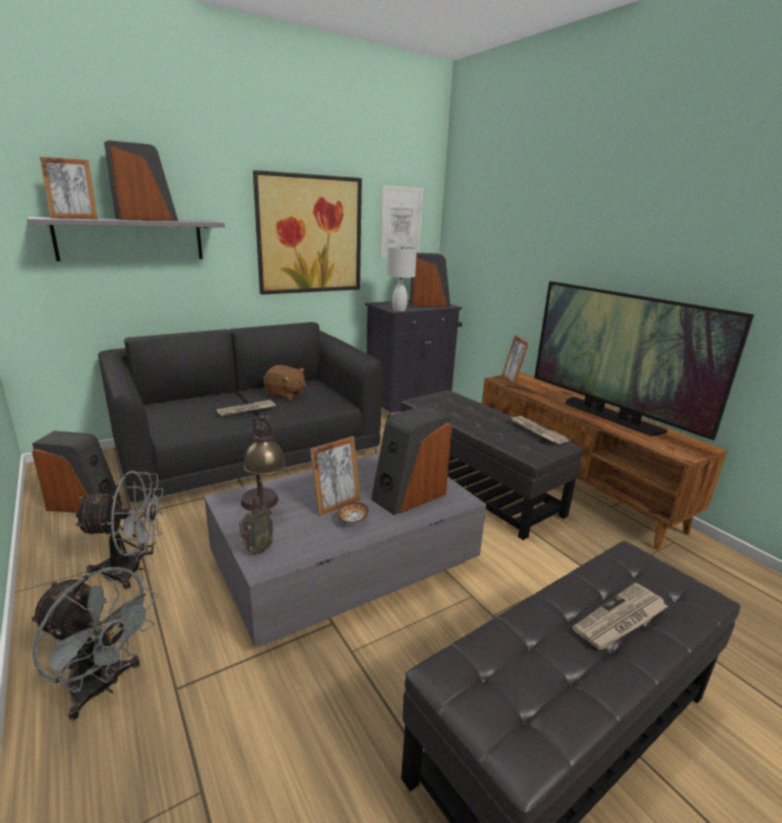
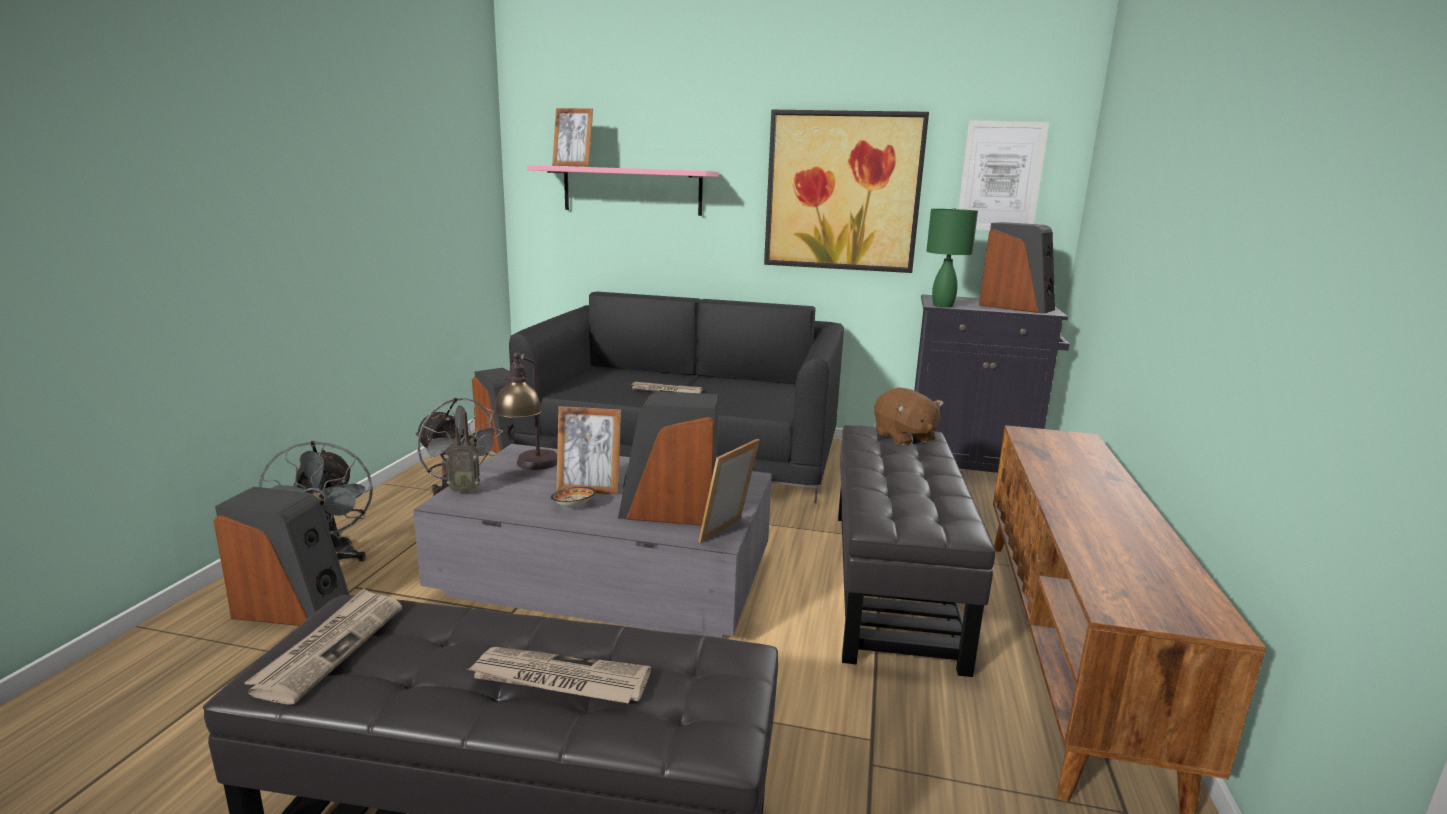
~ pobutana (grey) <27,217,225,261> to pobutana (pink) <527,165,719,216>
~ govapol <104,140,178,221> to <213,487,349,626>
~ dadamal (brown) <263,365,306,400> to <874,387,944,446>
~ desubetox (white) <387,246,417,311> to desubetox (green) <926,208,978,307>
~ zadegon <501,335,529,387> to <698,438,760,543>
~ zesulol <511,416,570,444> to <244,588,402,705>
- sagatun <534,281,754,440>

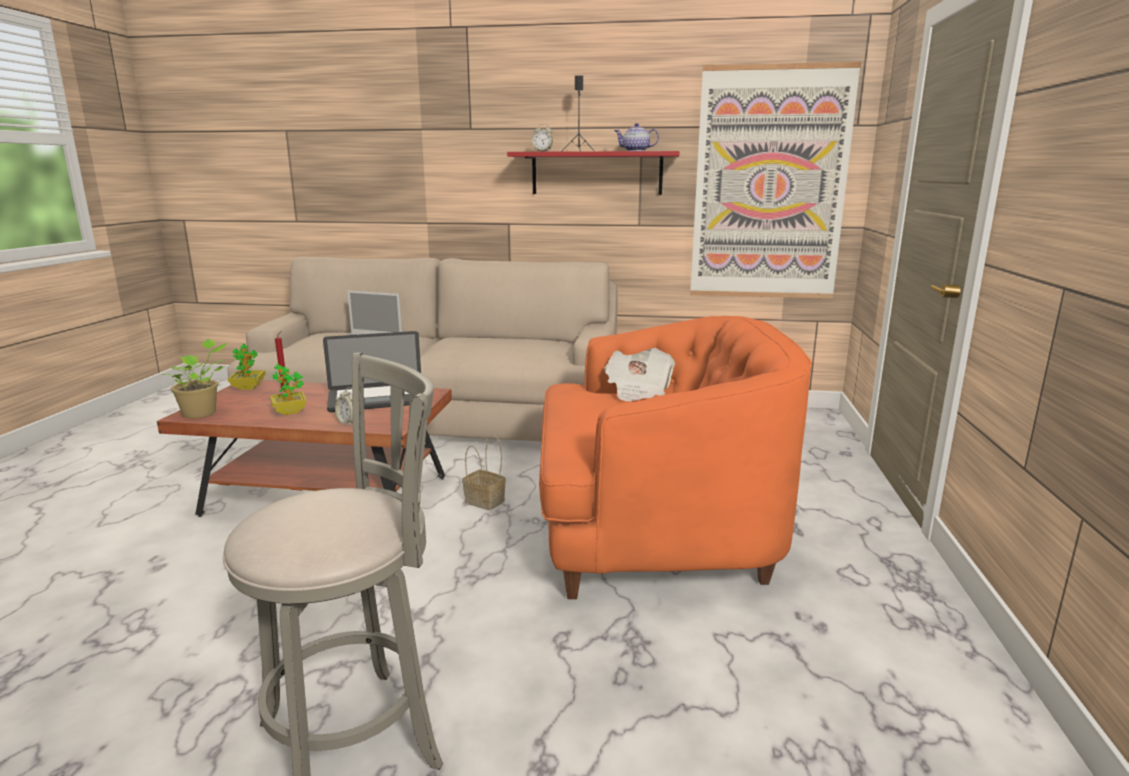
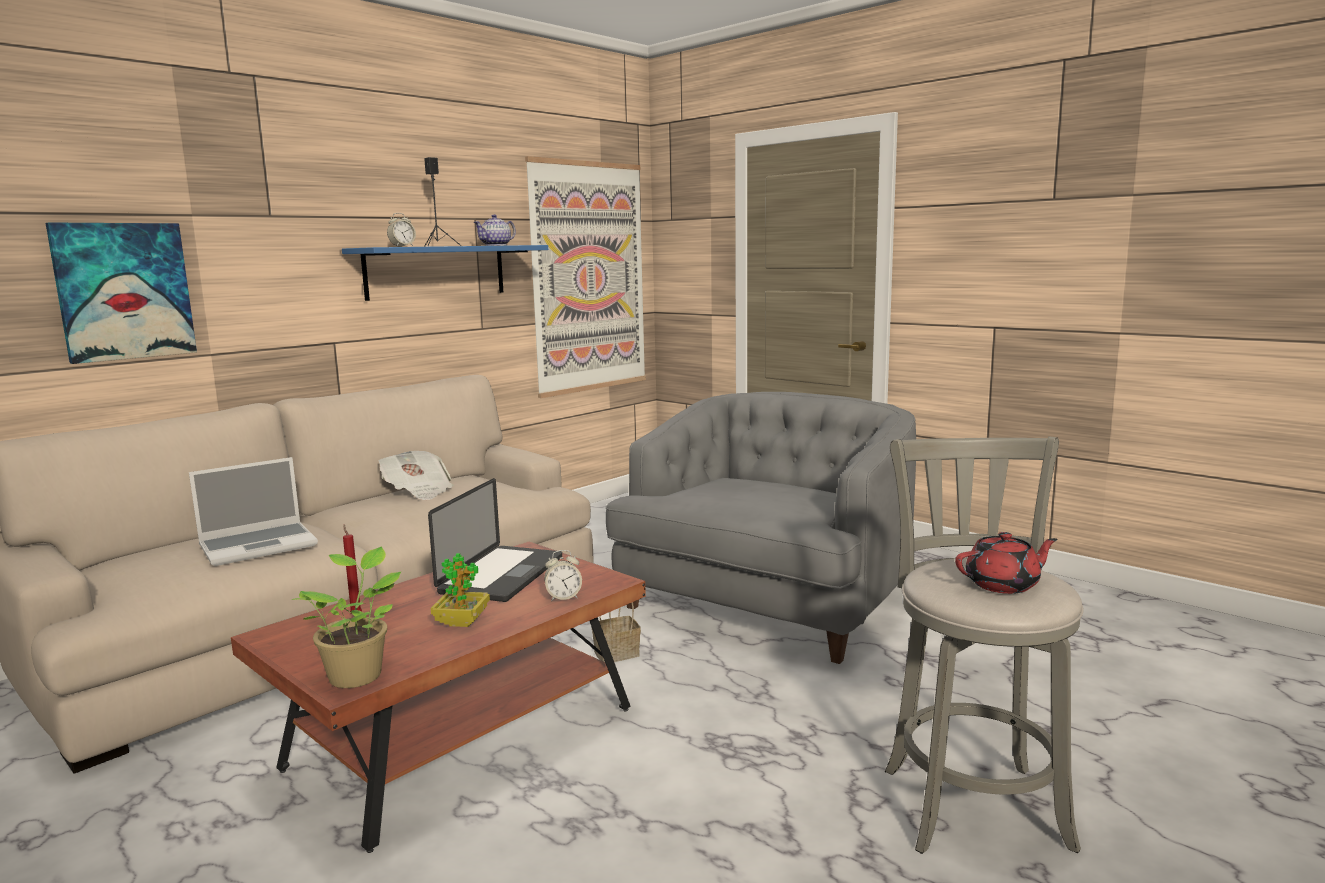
- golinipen <228,344,265,390>
~ pobutana (red) <507,151,679,195> to pobutana (blue) <342,245,548,301>
~ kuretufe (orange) <539,316,812,599> to kuretufe (grey) <606,392,916,664>
~ zesulol <604,348,675,401> to <378,451,454,500>
+ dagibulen <46,222,197,364>
+ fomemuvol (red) <955,532,1058,594>

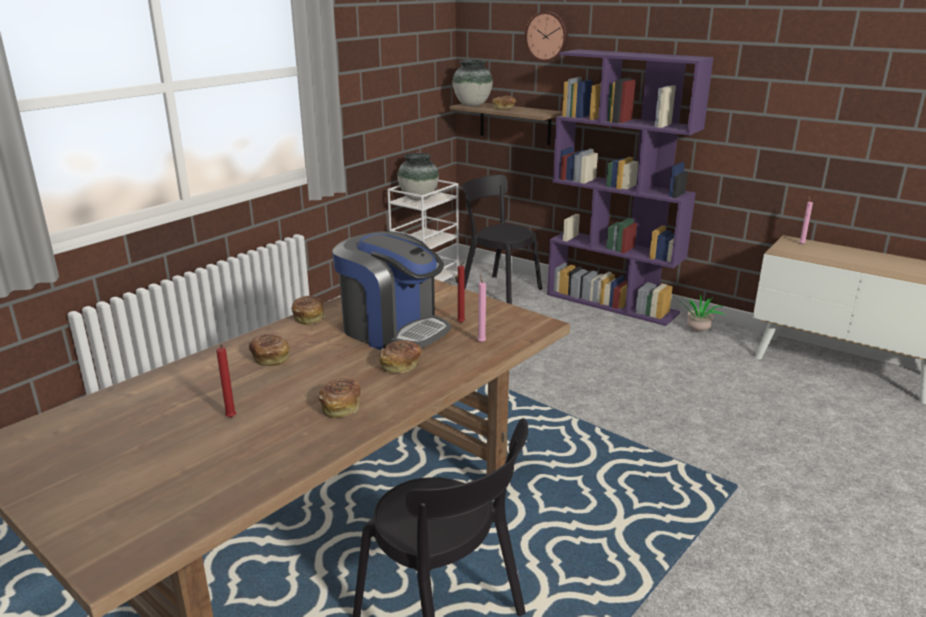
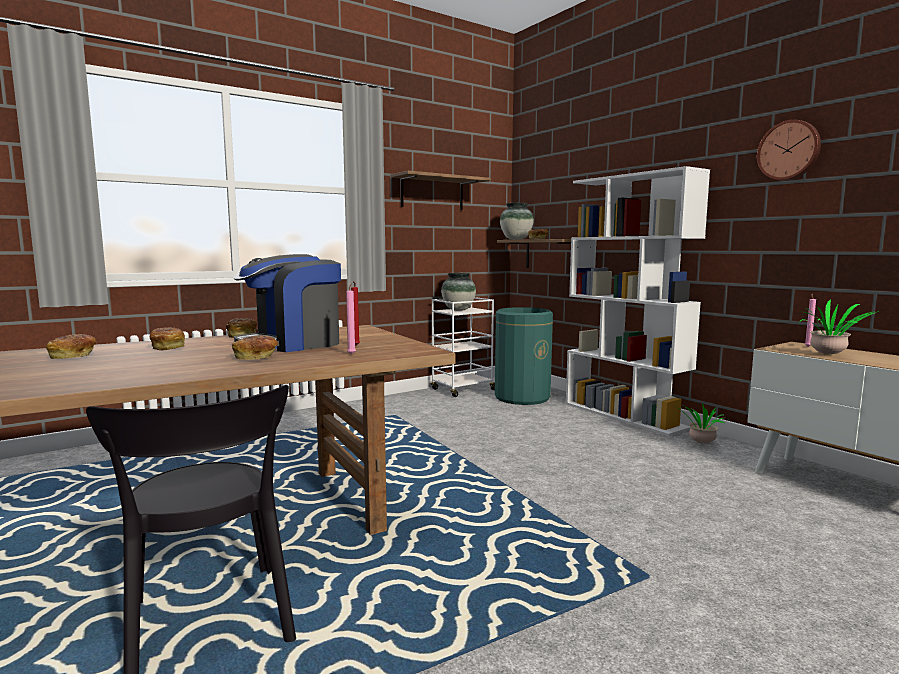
- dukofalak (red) <216,345,236,418>
~ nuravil <318,378,360,418> to <46,334,97,359>
~ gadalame <332,232,451,350> = <234,254,341,352> 90 degrees clockwise
~ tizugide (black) <462,175,542,304> to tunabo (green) <495,307,553,405>
~ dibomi <524,11,568,62> to <757,120,821,180>
~ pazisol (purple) <547,49,714,326> to pazisol (white) <566,166,710,436>
+ pobutana <390,171,491,210>
+ golinipen <799,299,879,354>

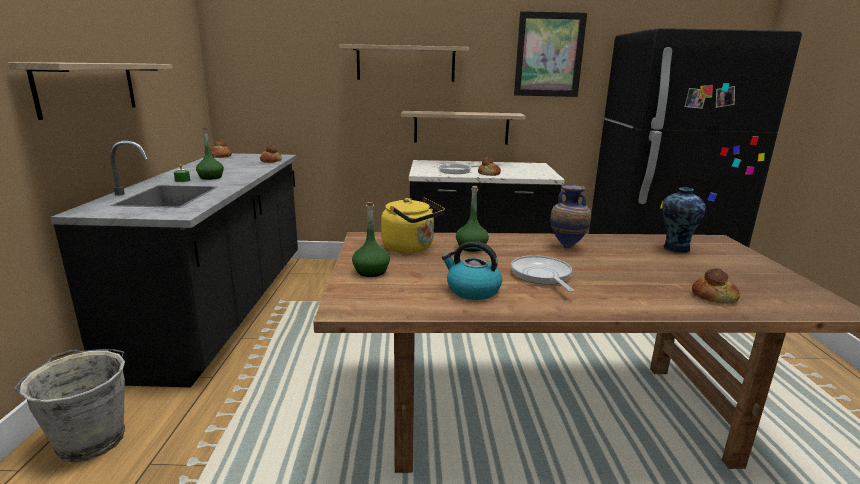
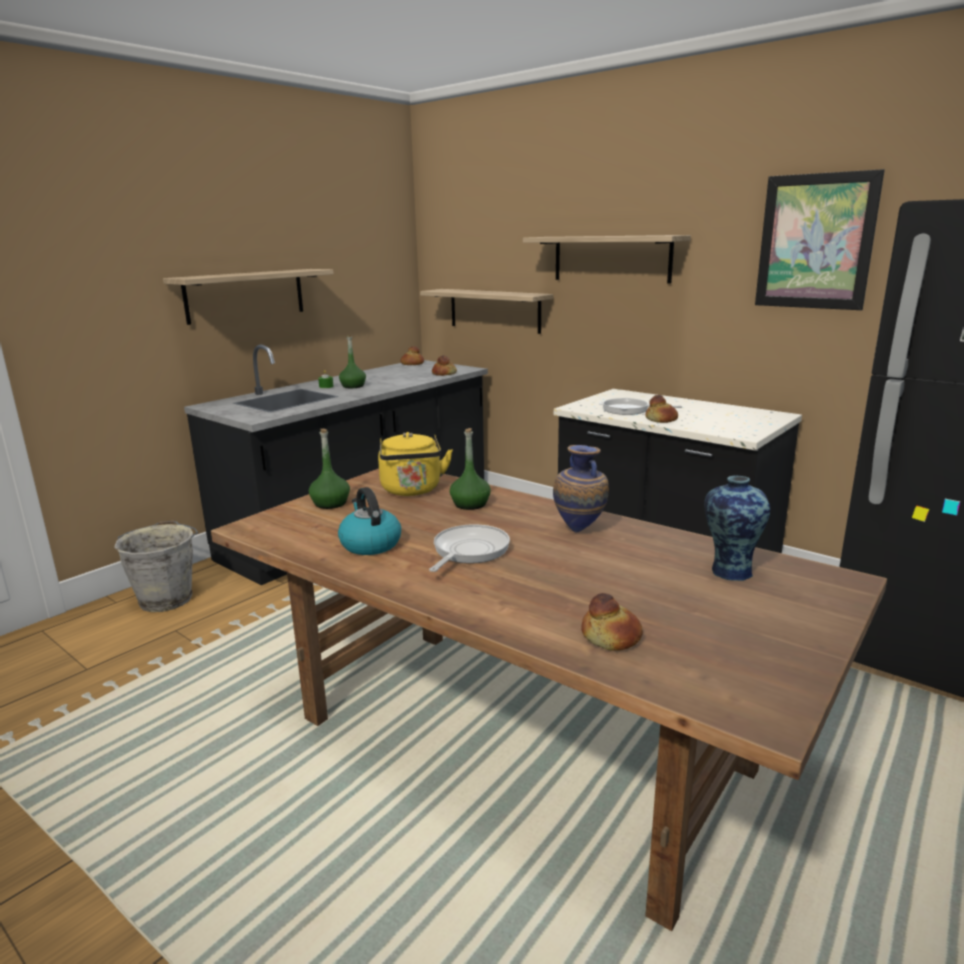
~ pobutana <401,111,526,145> to <420,289,554,334>

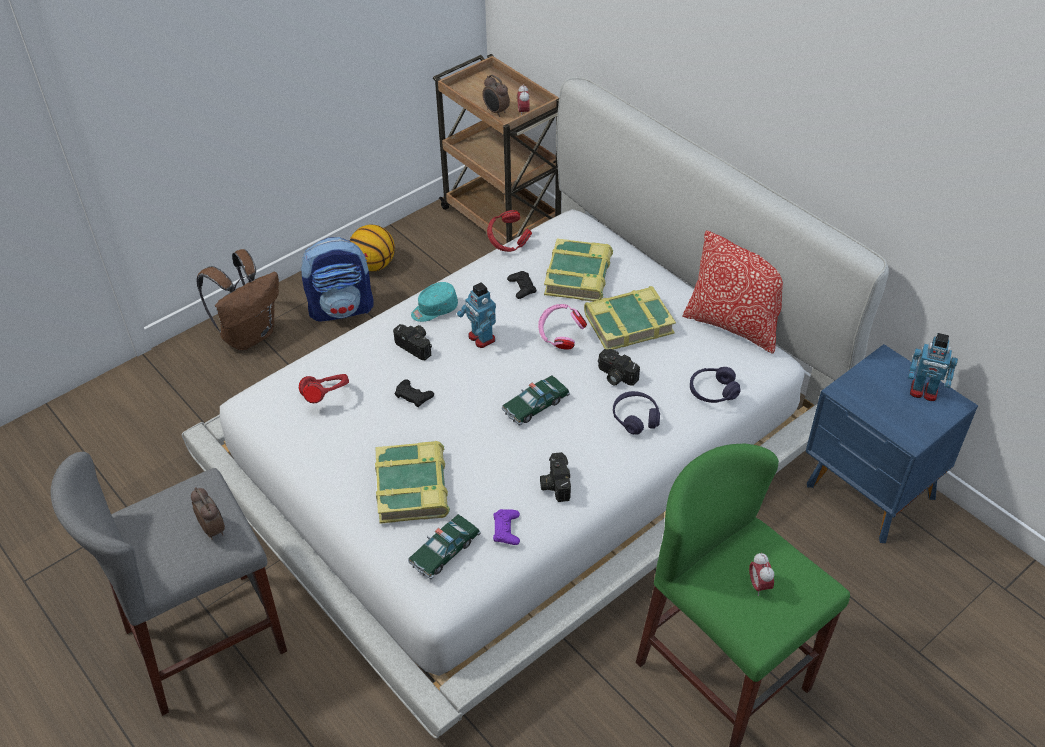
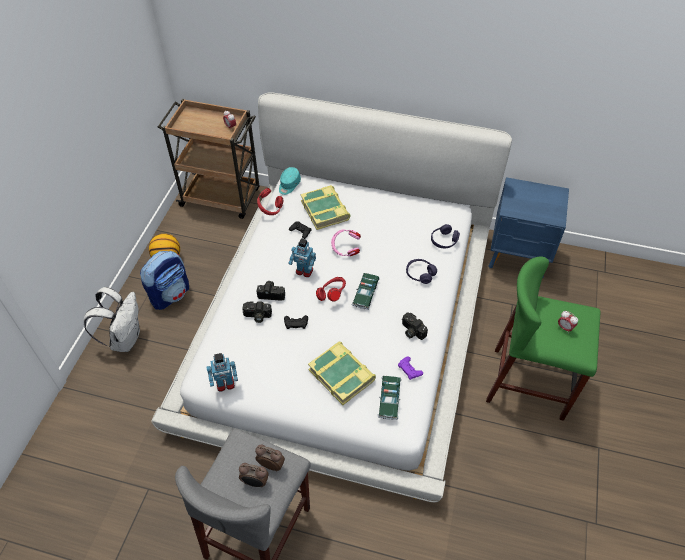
~ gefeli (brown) <197,249,279,350> to gefeli (white) <84,287,140,352>
~ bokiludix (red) <299,374,349,403> to <316,277,346,301>
~ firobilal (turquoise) <411,282,458,322> to <279,167,301,195>
~ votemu <482,75,510,117> to <239,463,269,488>
- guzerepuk <584,286,676,350>
~ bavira <598,349,640,386> to <242,302,272,323>
- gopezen <682,231,783,354>
~ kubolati <908,333,958,401> to <207,353,238,392>

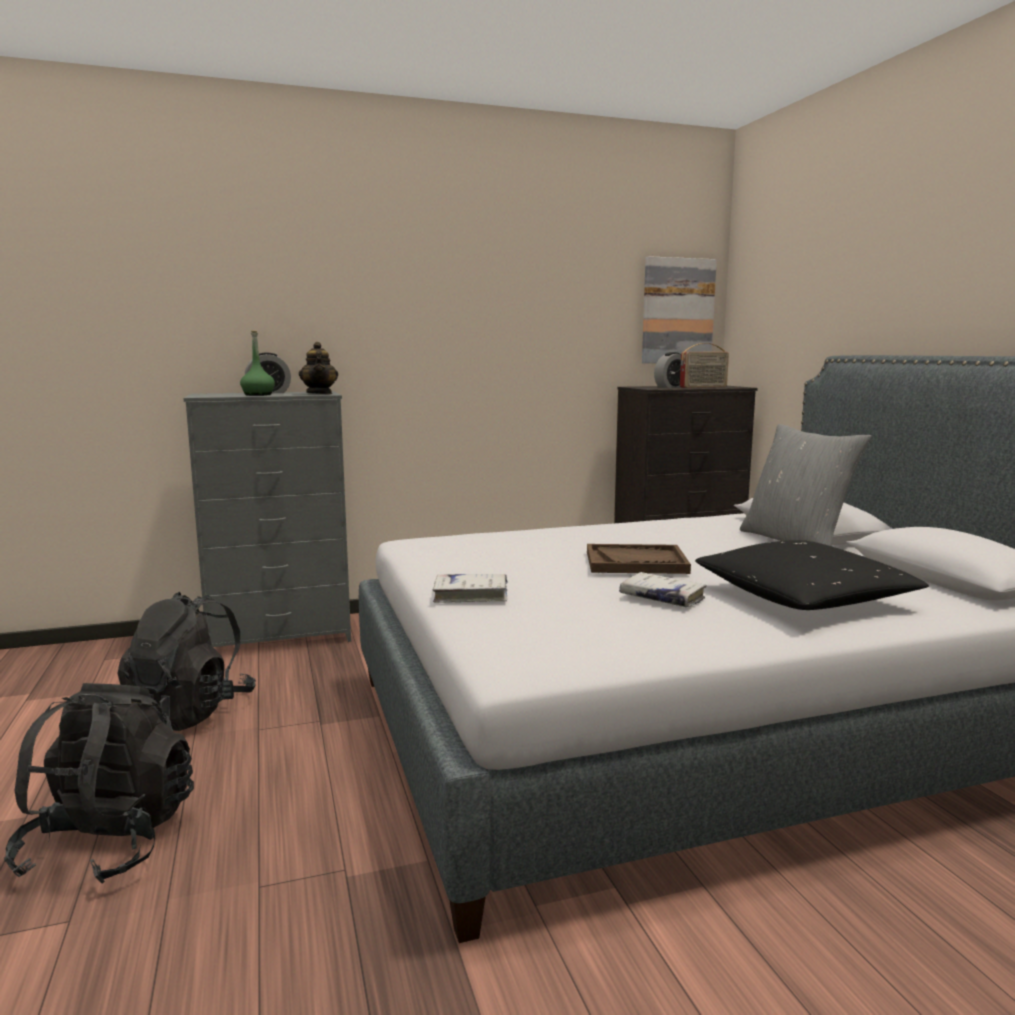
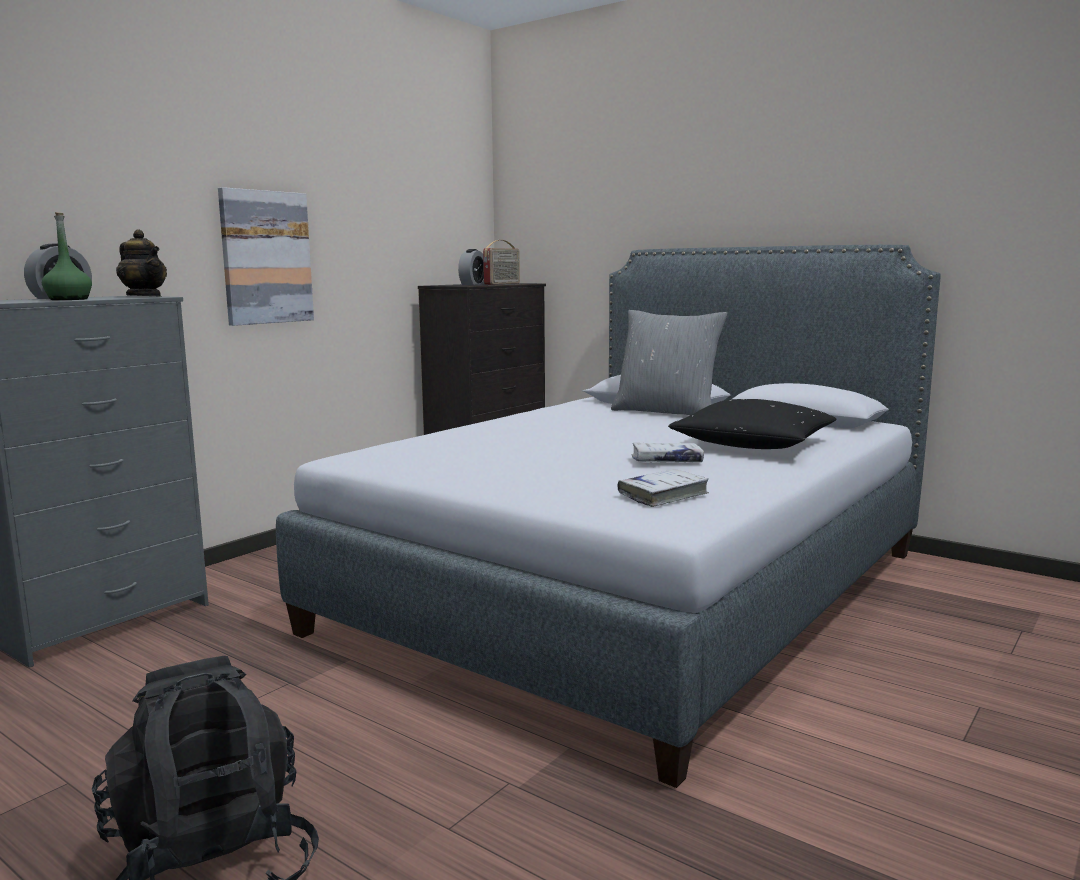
- gefeli (black) <117,592,256,731>
~ guzerepuk (white) <432,574,508,603> to <617,469,709,507>
- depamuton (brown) <587,544,691,574>
~ dagibulen <642,256,717,363> to <218,187,314,326>

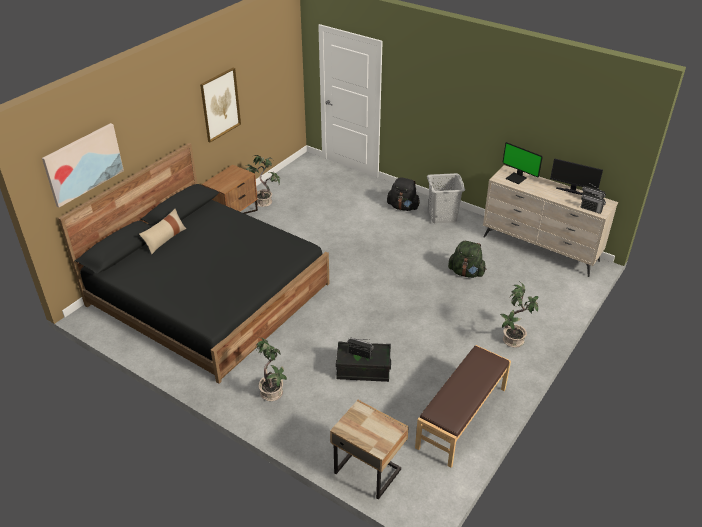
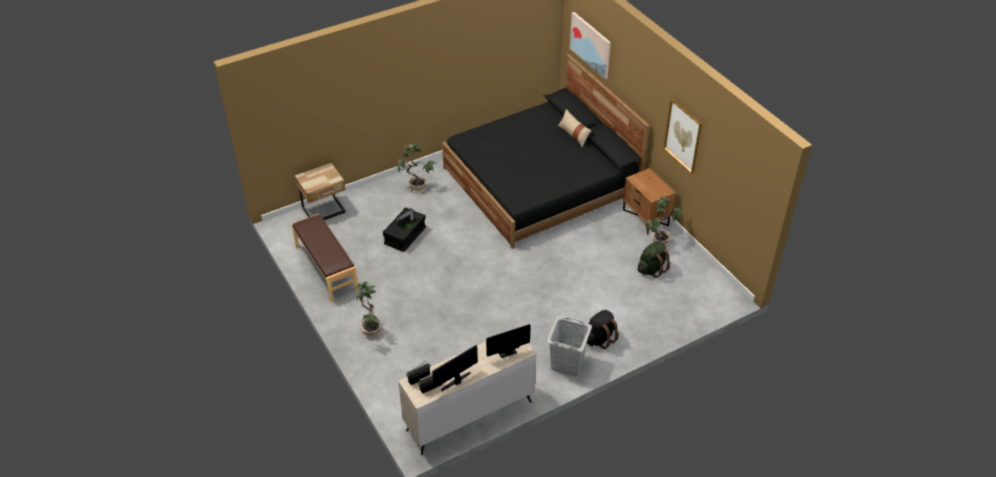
~ gefeli (green) <448,241,486,278> to <638,241,670,278>

